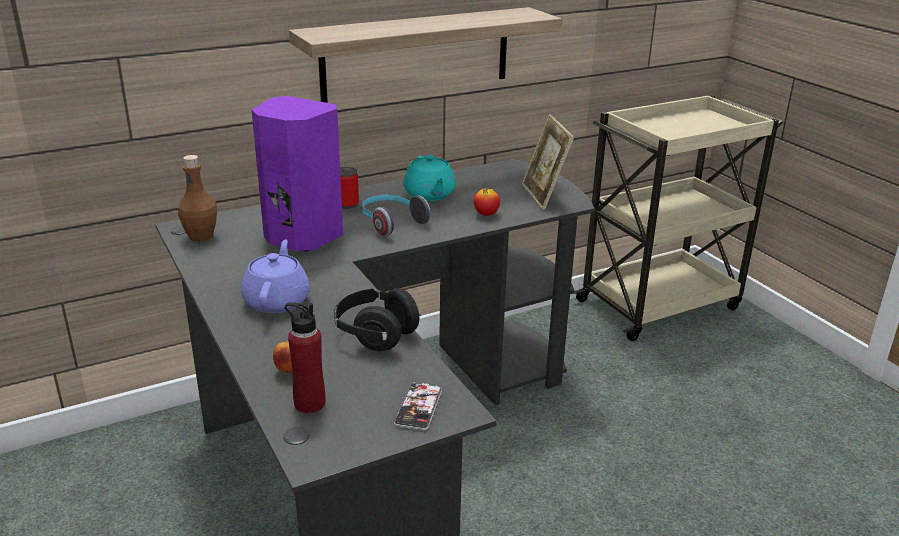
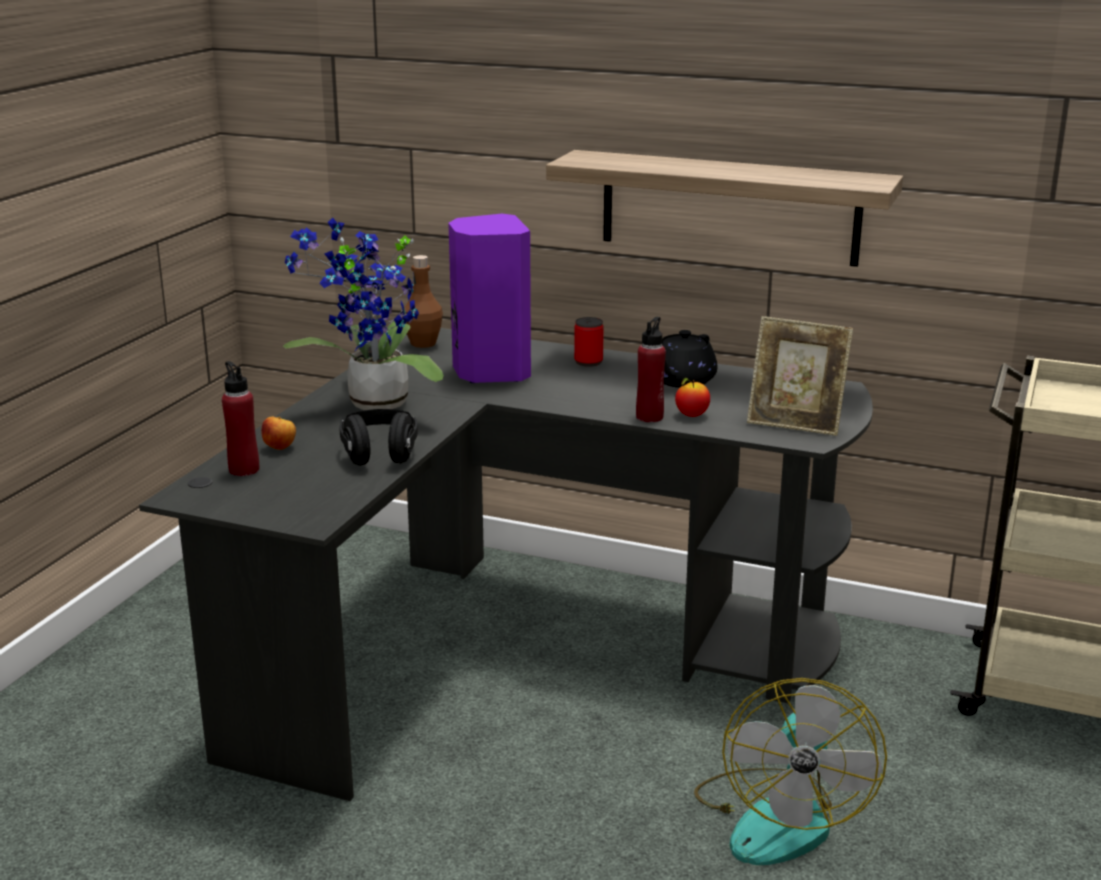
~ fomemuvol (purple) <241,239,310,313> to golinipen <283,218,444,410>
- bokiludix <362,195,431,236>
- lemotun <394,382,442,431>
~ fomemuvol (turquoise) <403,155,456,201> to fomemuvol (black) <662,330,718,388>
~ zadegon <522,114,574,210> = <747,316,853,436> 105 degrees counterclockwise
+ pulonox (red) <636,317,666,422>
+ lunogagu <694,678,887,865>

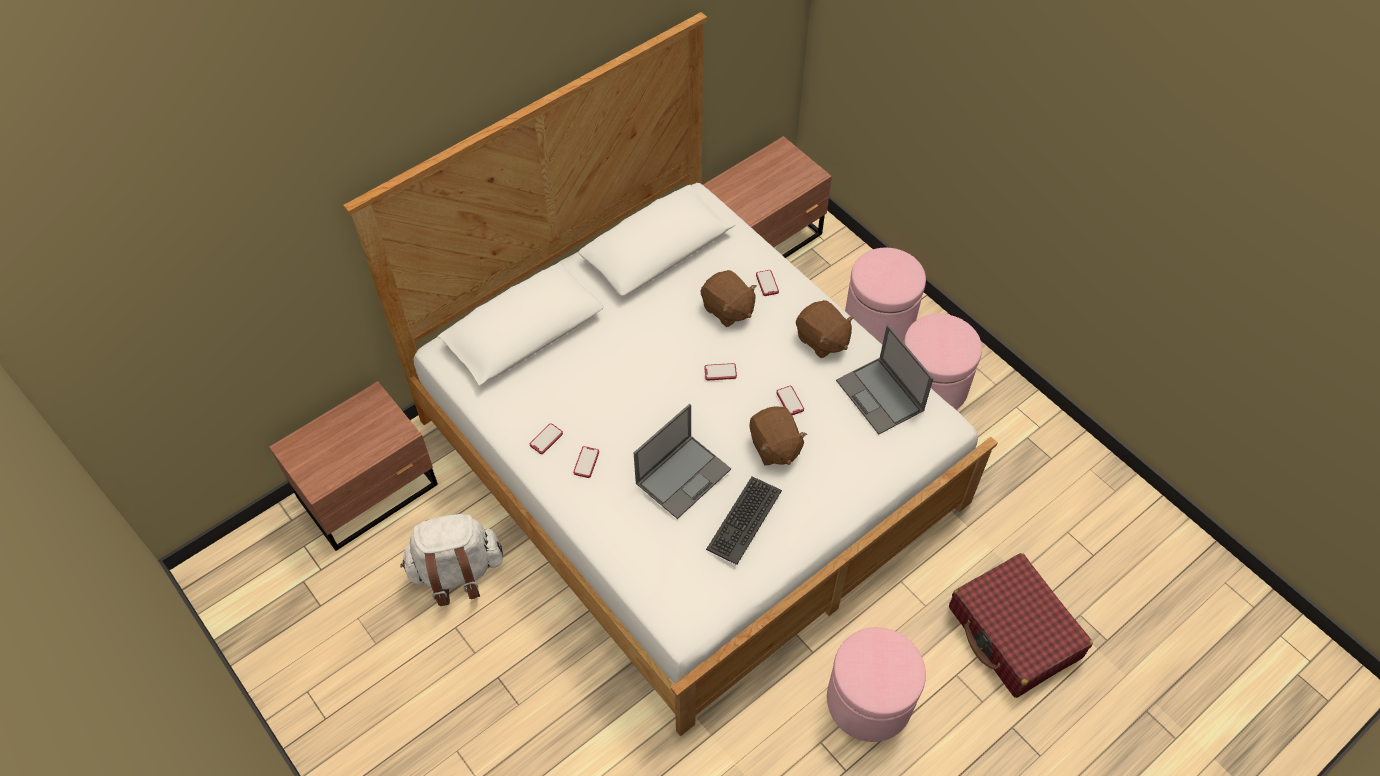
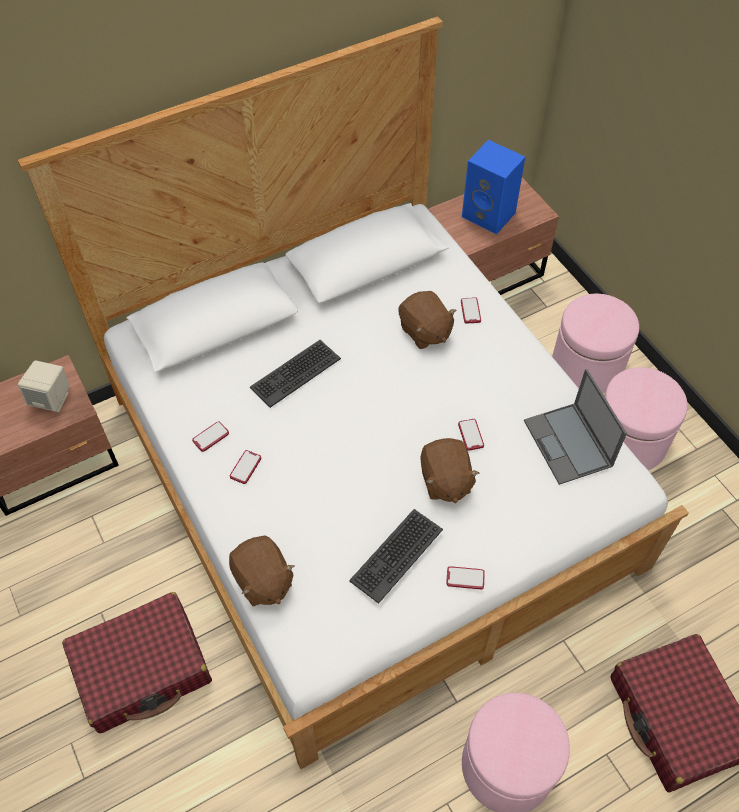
- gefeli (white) <400,514,503,606>
- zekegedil <634,404,731,519>
~ lemotun <704,363,737,380> to <446,566,485,589>
~ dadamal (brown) <796,300,854,358> to <229,535,294,606>
+ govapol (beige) <18,360,70,412>
+ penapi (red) <62,592,212,733>
+ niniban <250,340,341,408>
+ govapol (blue) <462,140,525,235>

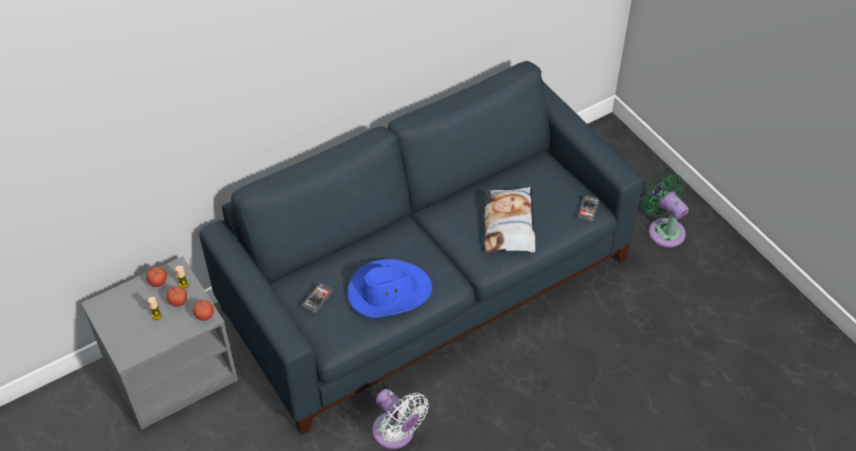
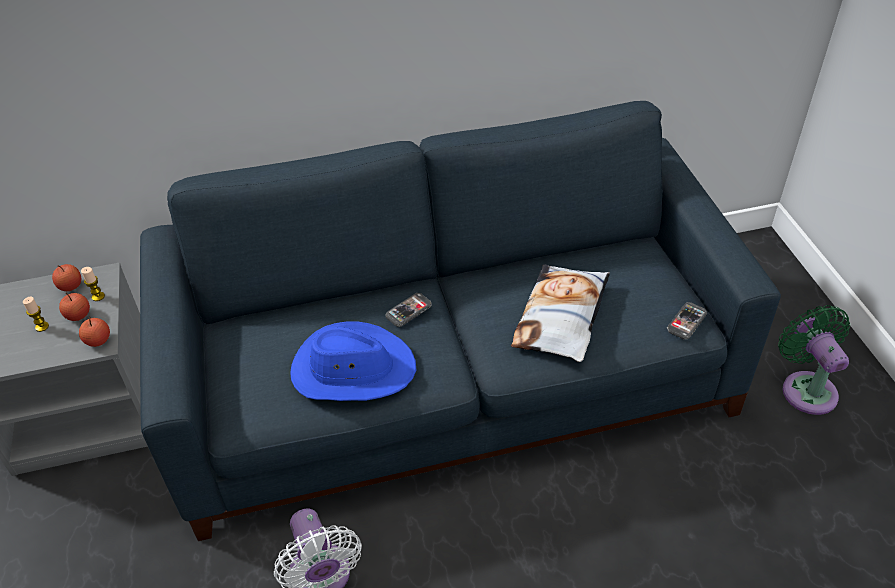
~ lemotun <303,284,333,313> to <386,293,432,327>

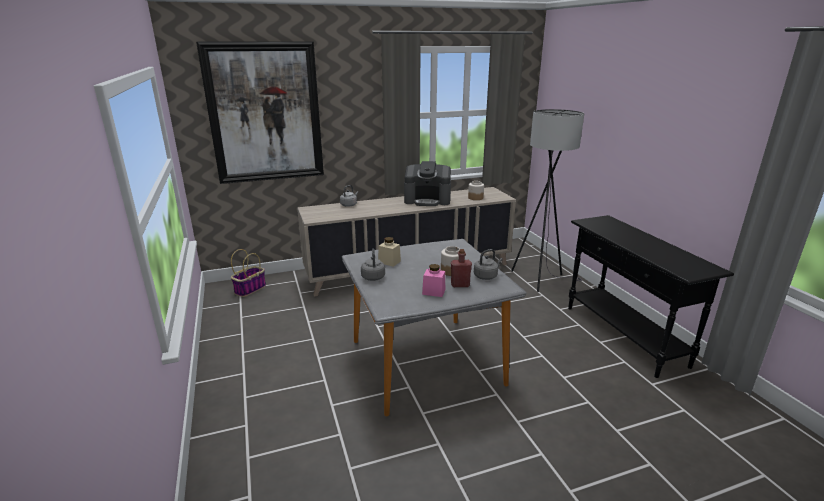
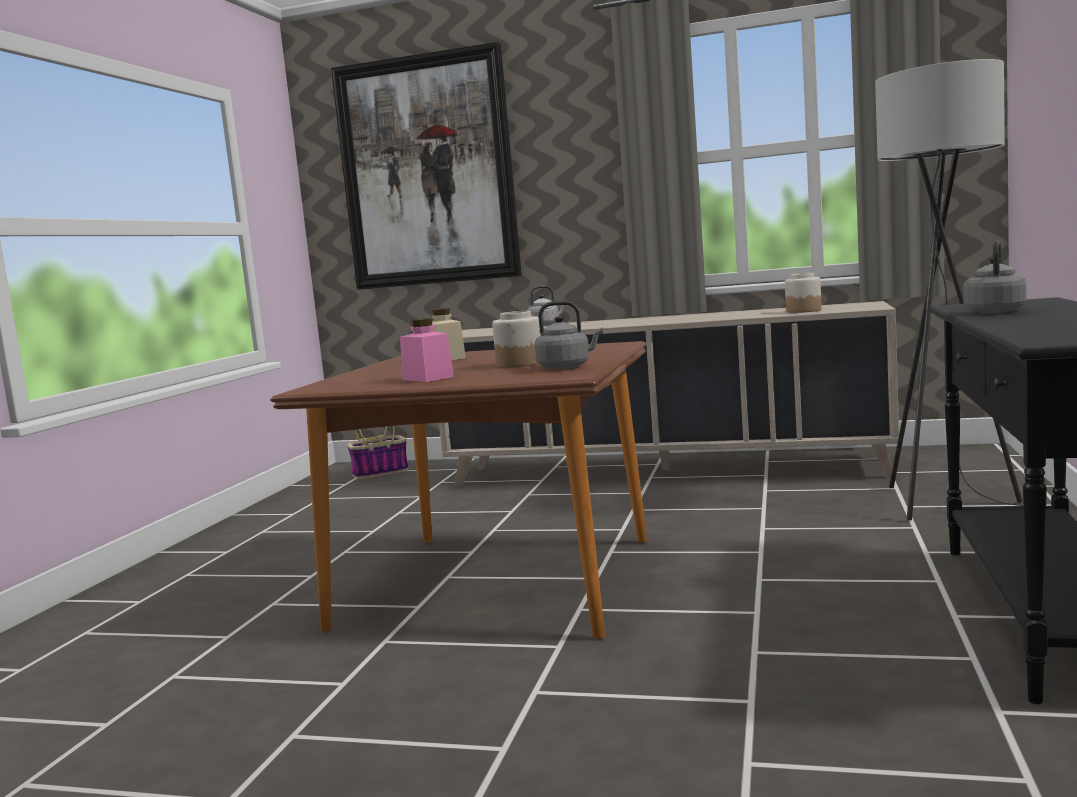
~ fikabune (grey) <342,239,527,416> to fikabune (brown) <270,341,647,639>
~ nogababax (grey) <361,249,385,281> to <963,241,1027,313>
- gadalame <404,161,451,206>
- pulonox (red) <451,249,472,287>

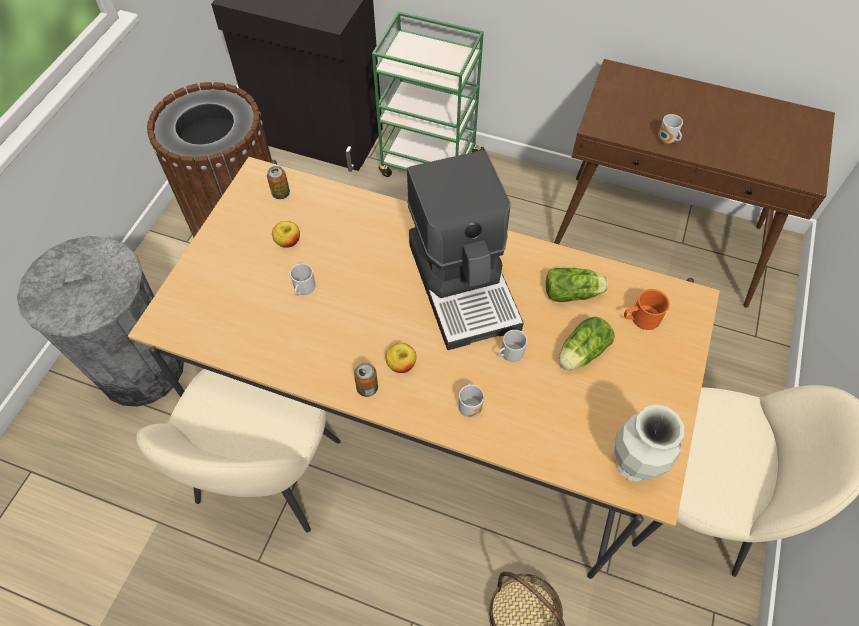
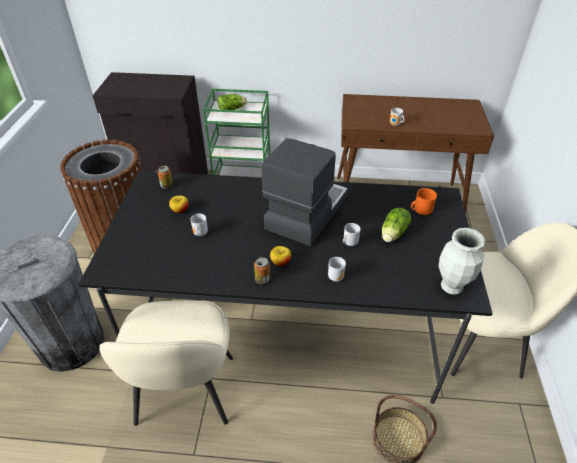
~ fikabune (beige) <128,157,720,579> to fikabune (black) <78,170,493,404>
~ gadalame <407,150,524,350> = <261,138,348,246> 120 degrees counterclockwise
~ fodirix <546,268,608,302> to <218,94,247,110>

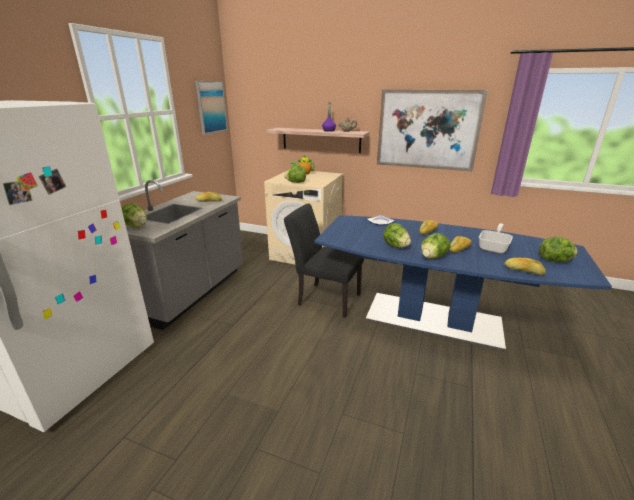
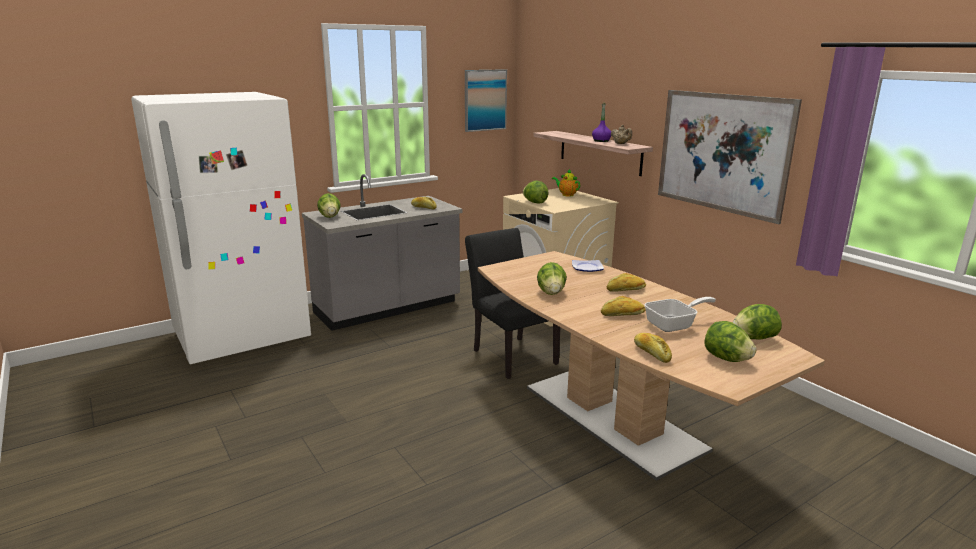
~ fikabune (blue) <314,215,612,351> to fikabune (brown) <478,251,825,481>
~ fodirix <421,233,450,259> to <733,304,782,340>

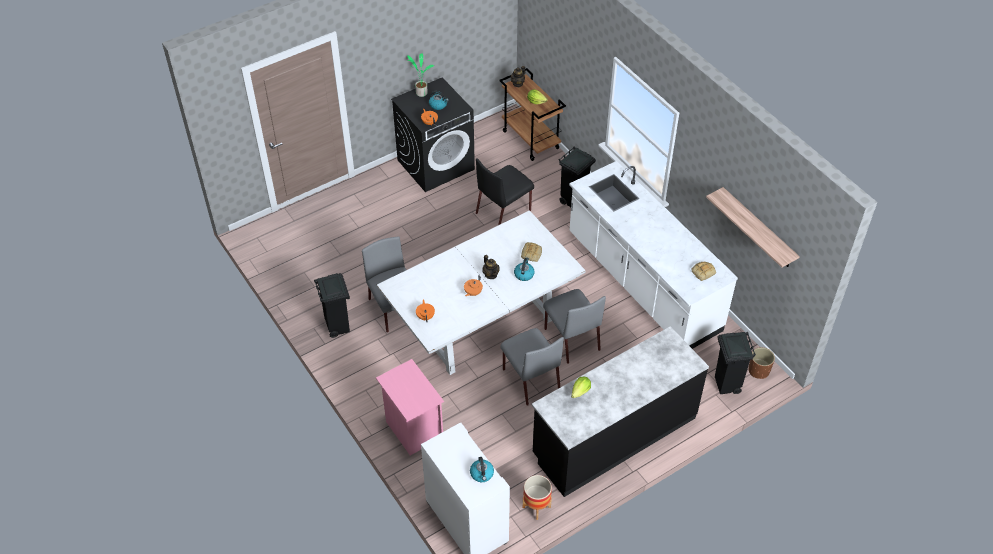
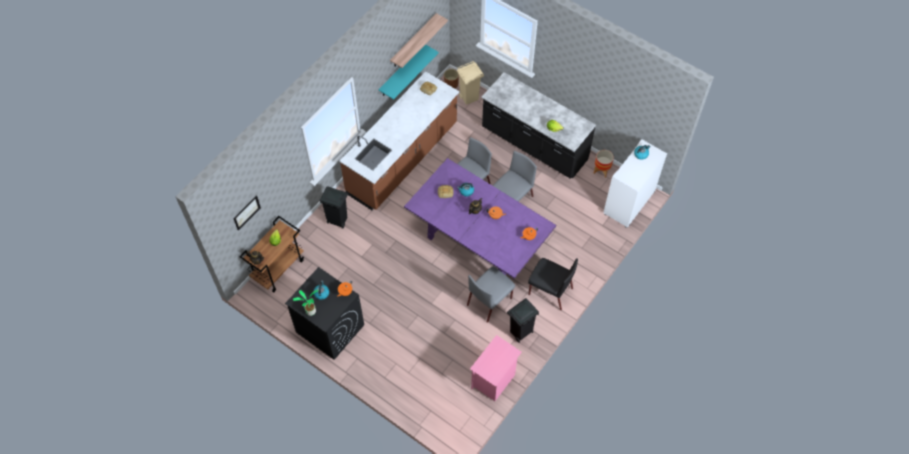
~ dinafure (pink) <376,359,444,455> to <470,335,522,401>
~ fikabune (white) <377,210,586,375> to fikabune (purple) <404,158,556,279>
~ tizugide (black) <476,158,534,225> to <528,258,578,310>
~ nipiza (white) <569,161,738,349> to nipiza (brown) <339,71,459,210>
~ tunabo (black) <715,332,756,394> to tunabo (beige) <457,61,484,105>
+ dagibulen <233,195,261,231>
+ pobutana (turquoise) <378,44,439,100>

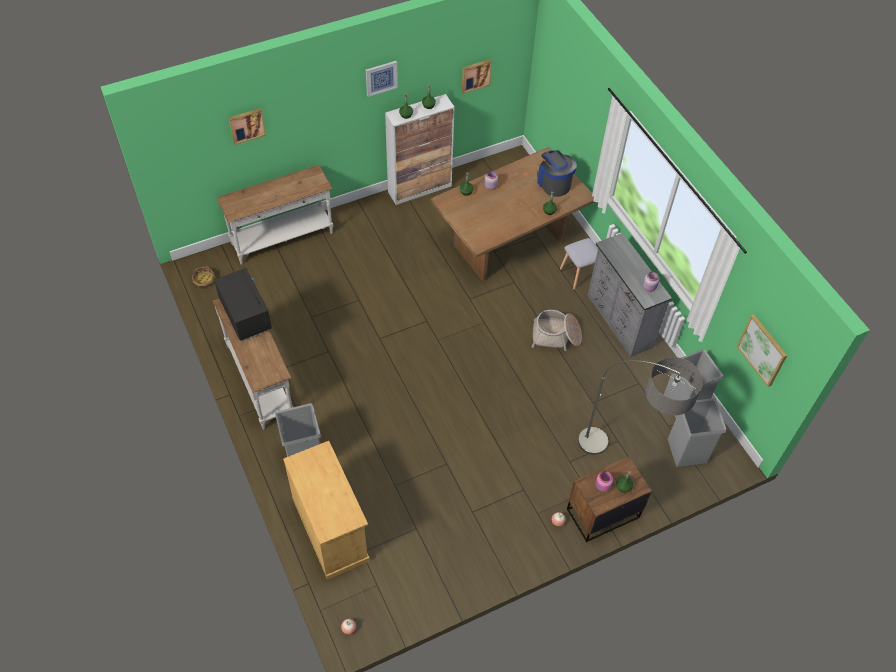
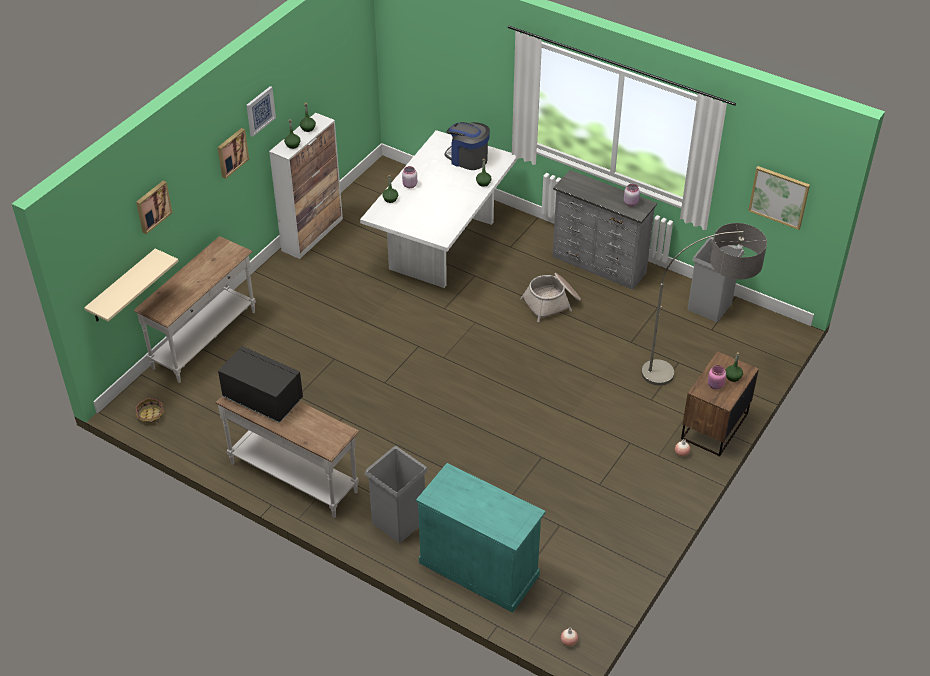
~ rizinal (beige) <283,441,370,580> to rizinal (turquoise) <416,463,546,613>
~ fikabune (brown) <430,147,595,281> to fikabune (white) <360,130,518,288>
~ dagibulen <462,59,492,94> to <217,128,249,179>
- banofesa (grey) <560,238,598,290>
- tunabo (grey) <668,398,726,467>
+ pobutana (beige) <84,248,179,321>

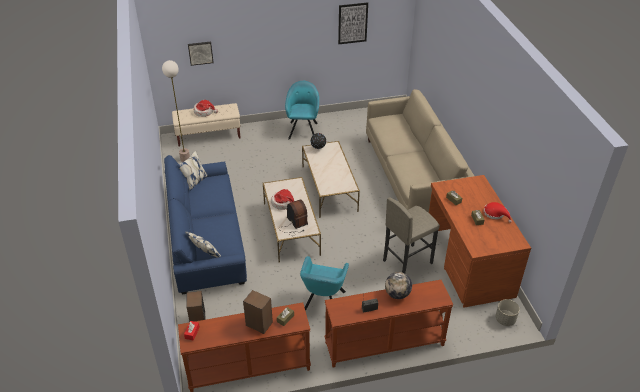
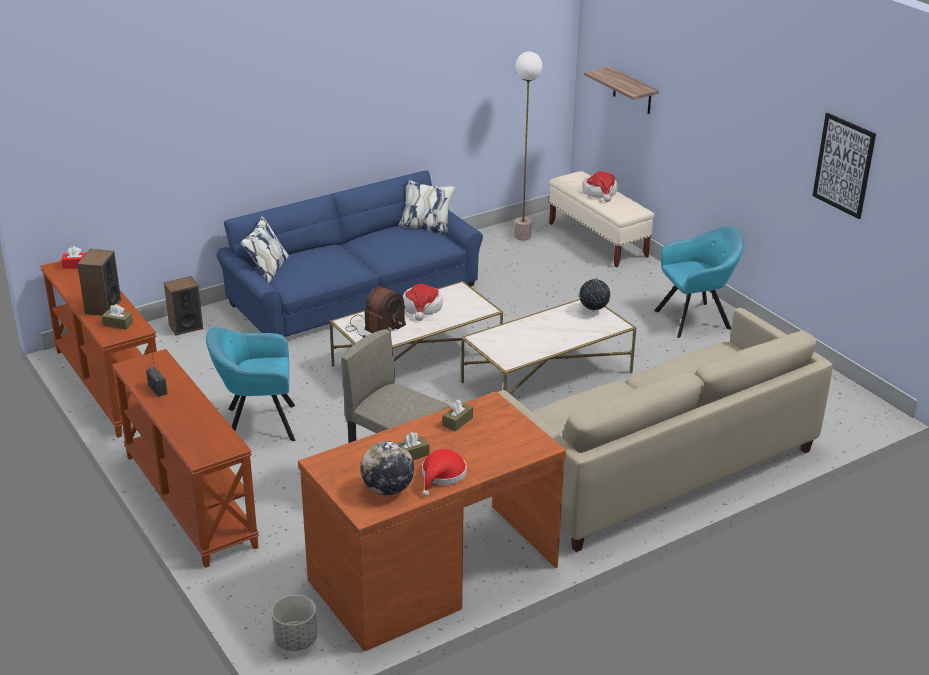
~ dagibulen <188,42,214,66> to pobutana <584,67,659,114>
~ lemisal <385,272,412,299> to <361,441,414,495>

